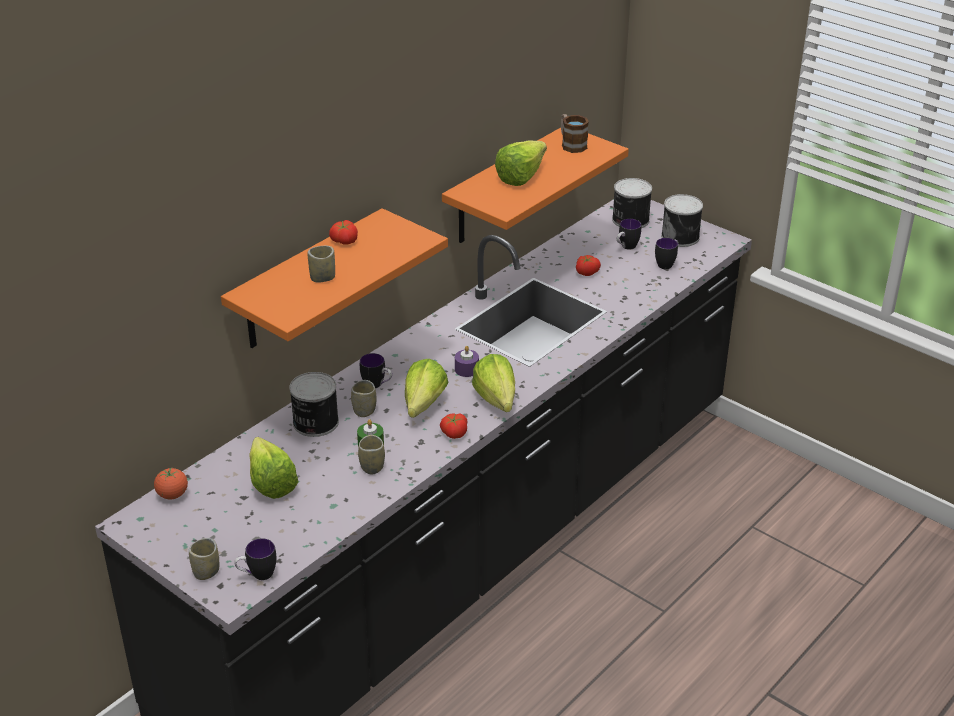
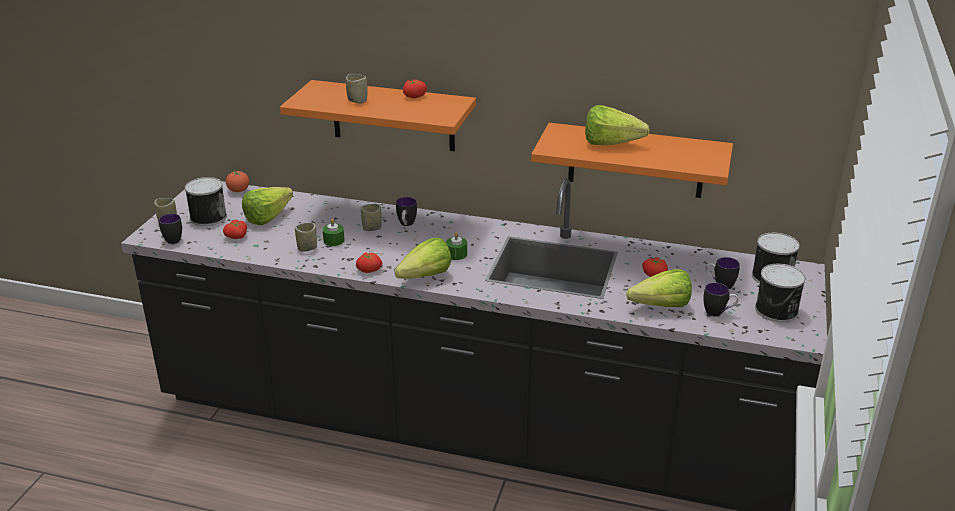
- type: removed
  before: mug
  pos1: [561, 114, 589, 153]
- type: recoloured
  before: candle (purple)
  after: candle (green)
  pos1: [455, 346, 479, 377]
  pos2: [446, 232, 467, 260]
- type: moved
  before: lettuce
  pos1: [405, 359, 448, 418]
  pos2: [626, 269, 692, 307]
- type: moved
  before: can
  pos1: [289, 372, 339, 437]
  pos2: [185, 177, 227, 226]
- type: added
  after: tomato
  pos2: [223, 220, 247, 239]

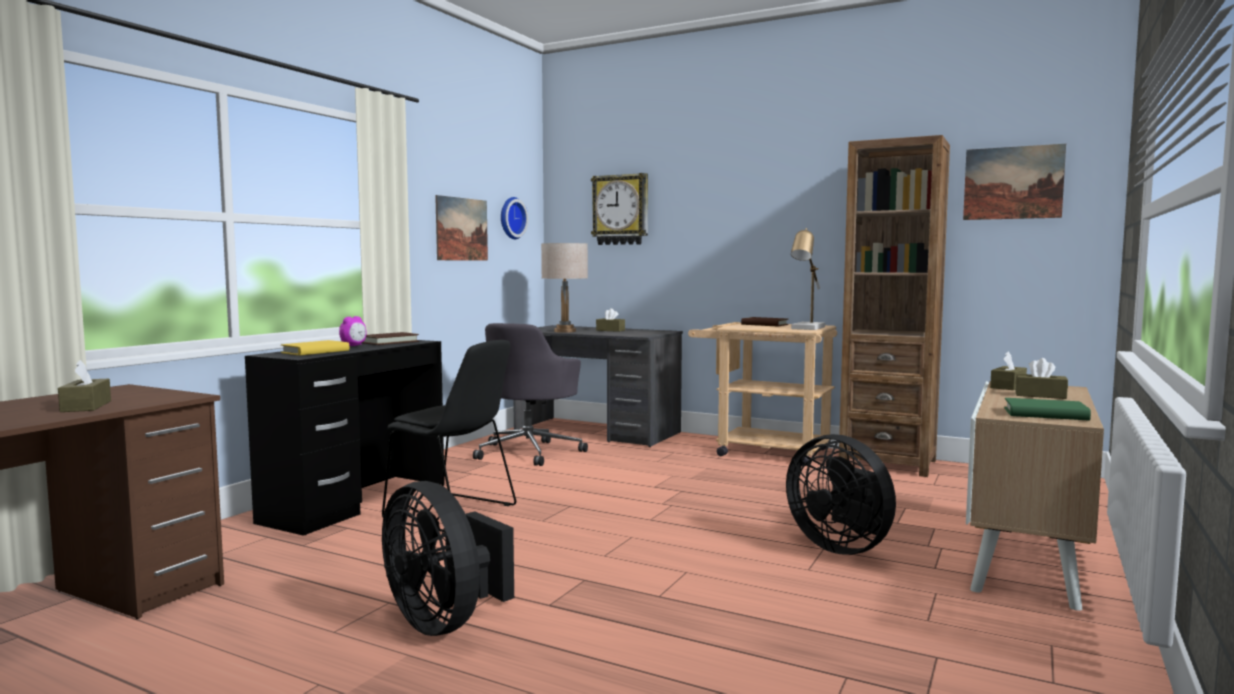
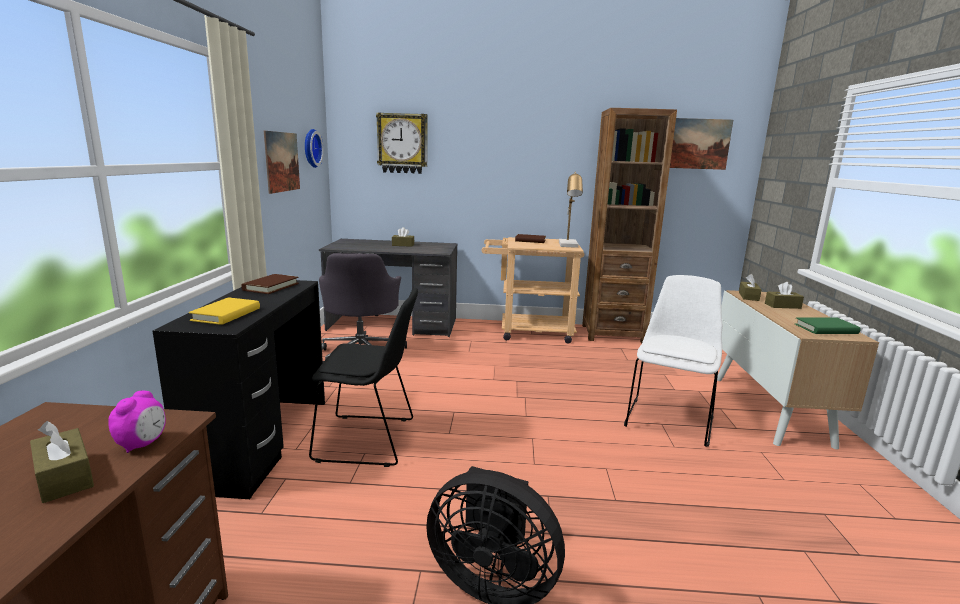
- type: removed
  before: table lamp (beige)
  pos1: [541, 243, 588, 333]
- type: moved
  before: alarm clock
  pos1: [339, 316, 366, 346]
  pos2: [108, 391, 166, 453]
- type: replaced
  before: fan (black)
  after: chair (white)
  pos1: [786, 434, 896, 555]
  pos2: [624, 275, 723, 447]

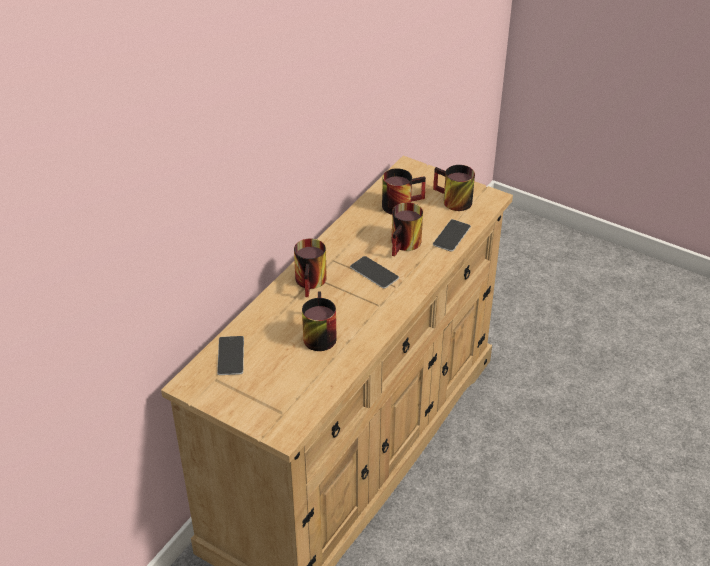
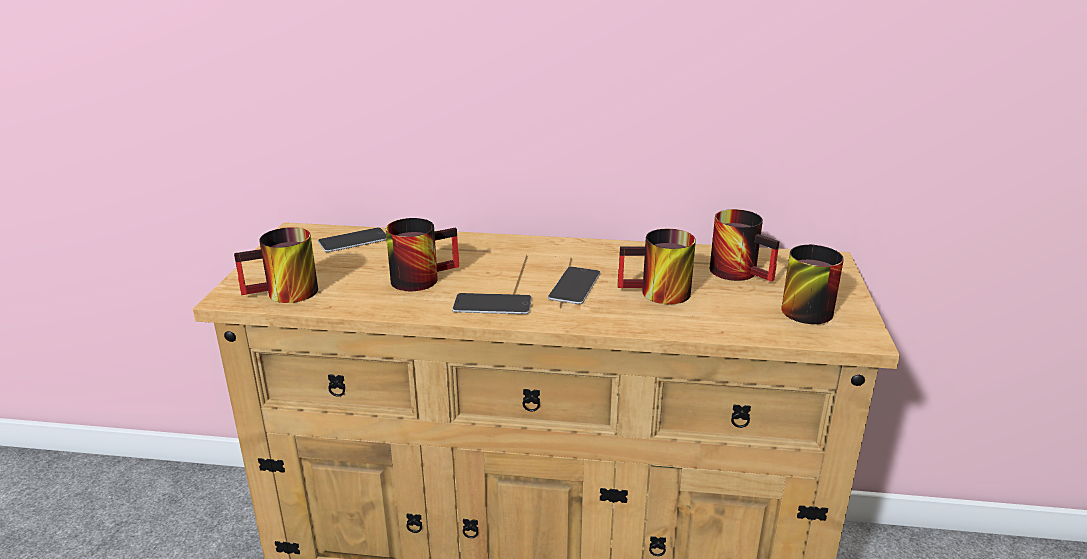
- type: moved
  before: phone
  pos1: [433, 219, 471, 252]
  pos2: [452, 293, 532, 314]
- type: moved
  before: mug
  pos1: [294, 238, 327, 297]
  pos2: [234, 227, 318, 303]

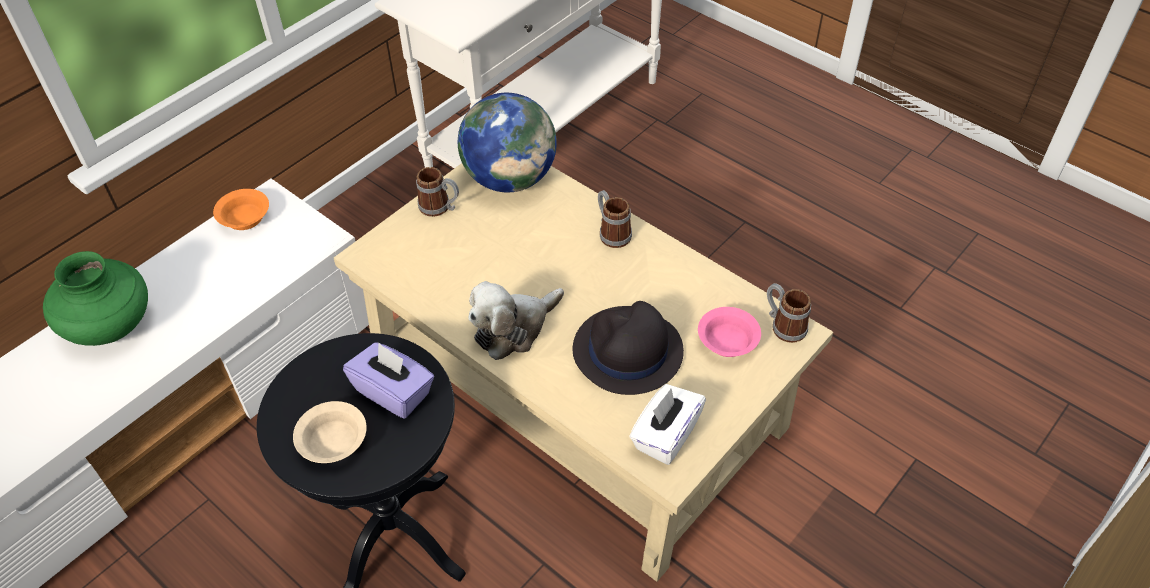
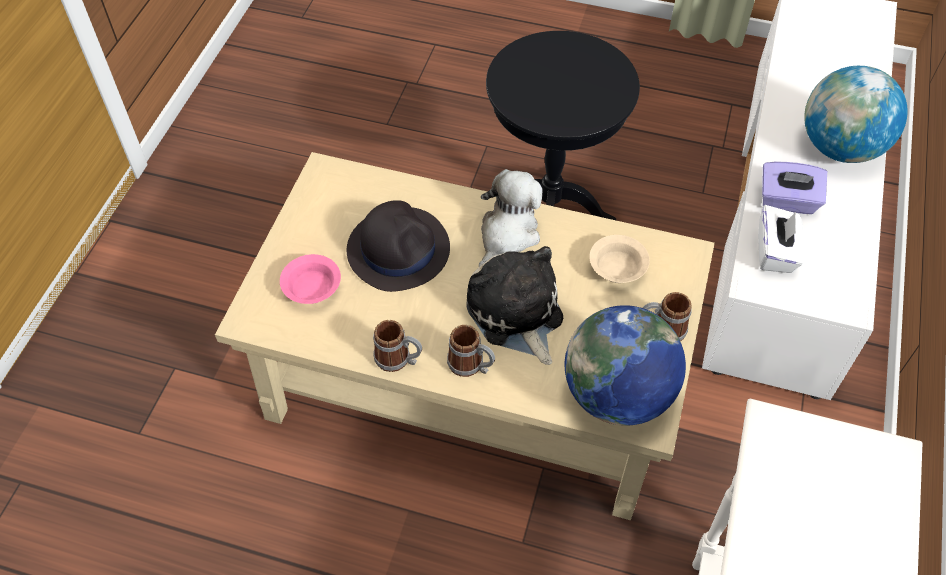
- type: removed
  before: bowl (orange)
  pos1: [213, 189, 269, 230]
- type: replaced
  before: vase (green)
  after: globe
  pos1: [43, 251, 148, 346]
  pos2: [804, 66, 907, 163]
- type: moved
  before: mug
  pos1: [767, 283, 811, 343]
  pos2: [373, 320, 422, 372]
- type: moved
  before: tissue box (purple)
  pos1: [343, 342, 434, 419]
  pos2: [762, 161, 827, 214]
- type: moved
  before: tissue box (white)
  pos1: [629, 384, 706, 465]
  pos2: [758, 205, 805, 273]
- type: moved
  before: bowl (beige)
  pos1: [293, 401, 367, 463]
  pos2: [589, 235, 650, 283]
- type: added
  after: plush toy
  pos2: [466, 246, 563, 365]

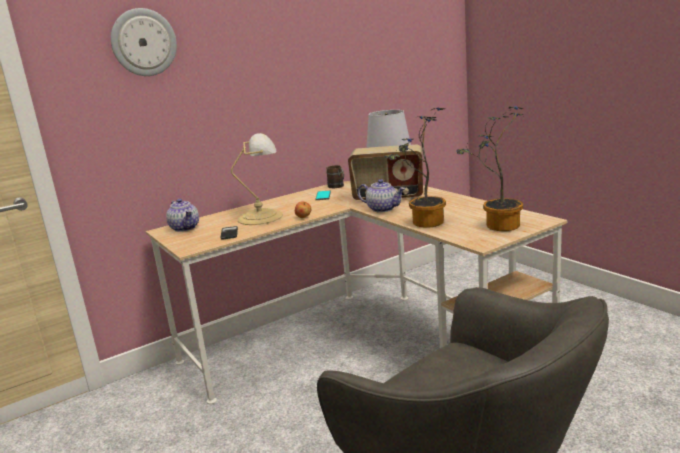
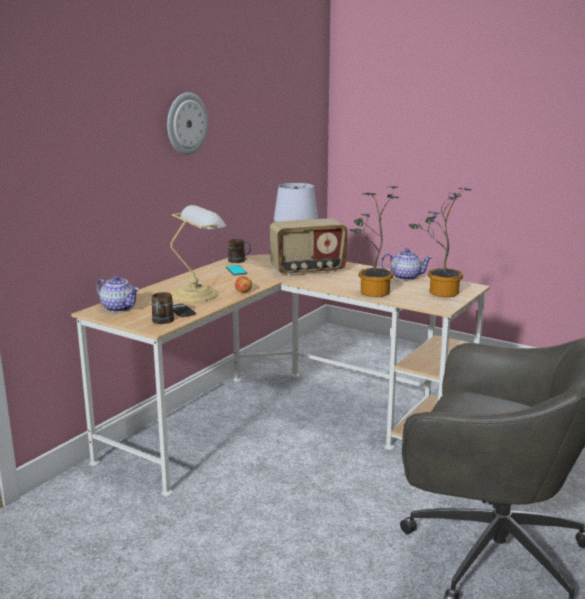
- type: moved
  before: wall clock
  pos1: [111, 8, 177, 76]
  pos2: [167, 92, 208, 155]
- type: moved
  before: teapot
  pos1: [358, 179, 406, 213]
  pos2: [381, 248, 433, 280]
- type: added
  after: mug (brown)
  pos2: [151, 292, 174, 324]

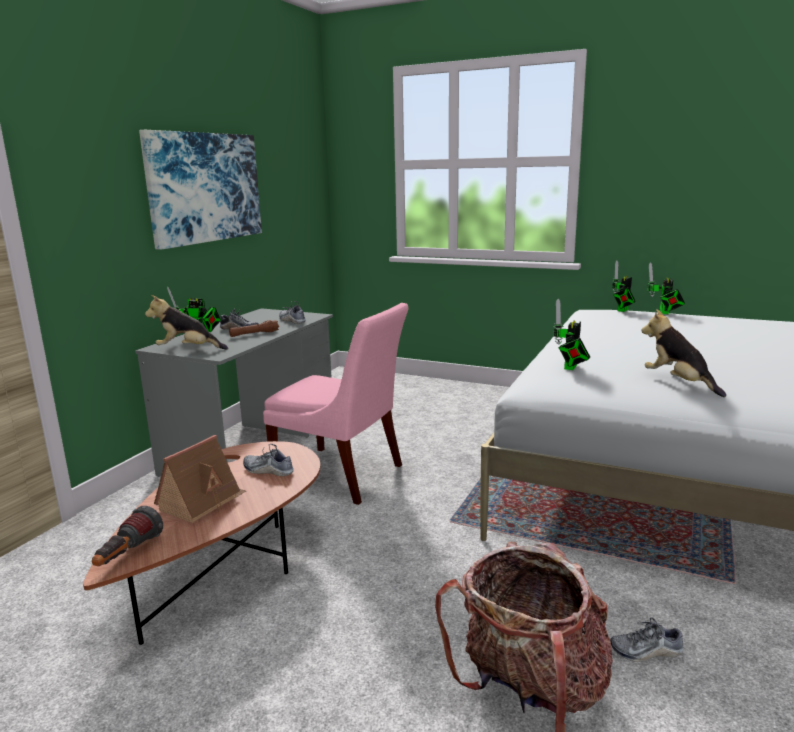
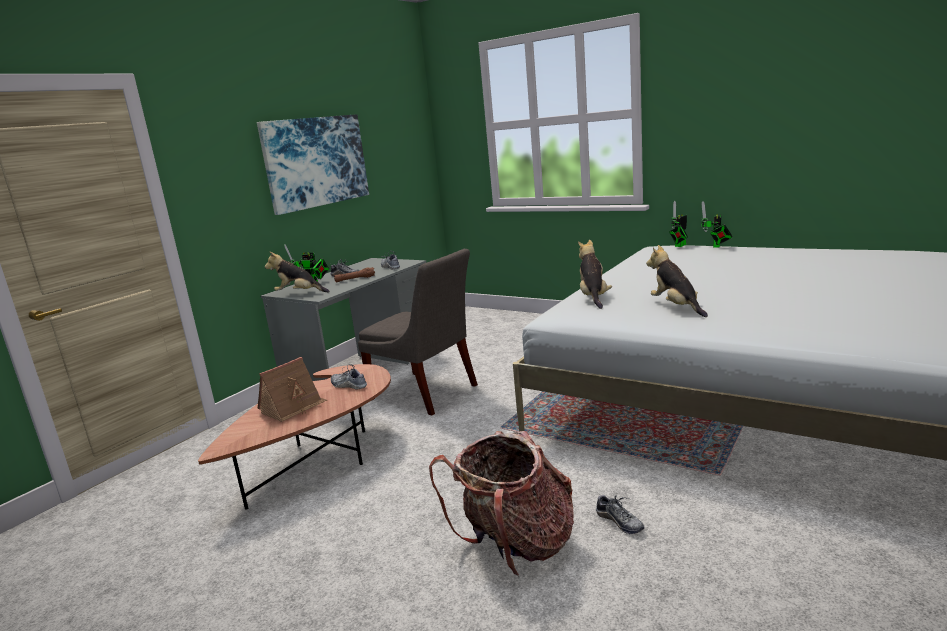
- type: replaced
  before: toy robot
  after: plush toy
  pos1: [553, 299, 590, 370]
  pos2: [578, 240, 612, 309]
- type: recoloured
  before: chair (pink)
  after: chair (grey)
  pos1: [263, 303, 409, 505]
  pos2: [358, 249, 478, 415]
- type: removed
  before: flashlight
  pos1: [92, 506, 163, 566]
- type: turned
  before: shoe
  pos1: [610, 617, 684, 662]
  pos2: [596, 493, 644, 534]
  turn: -135

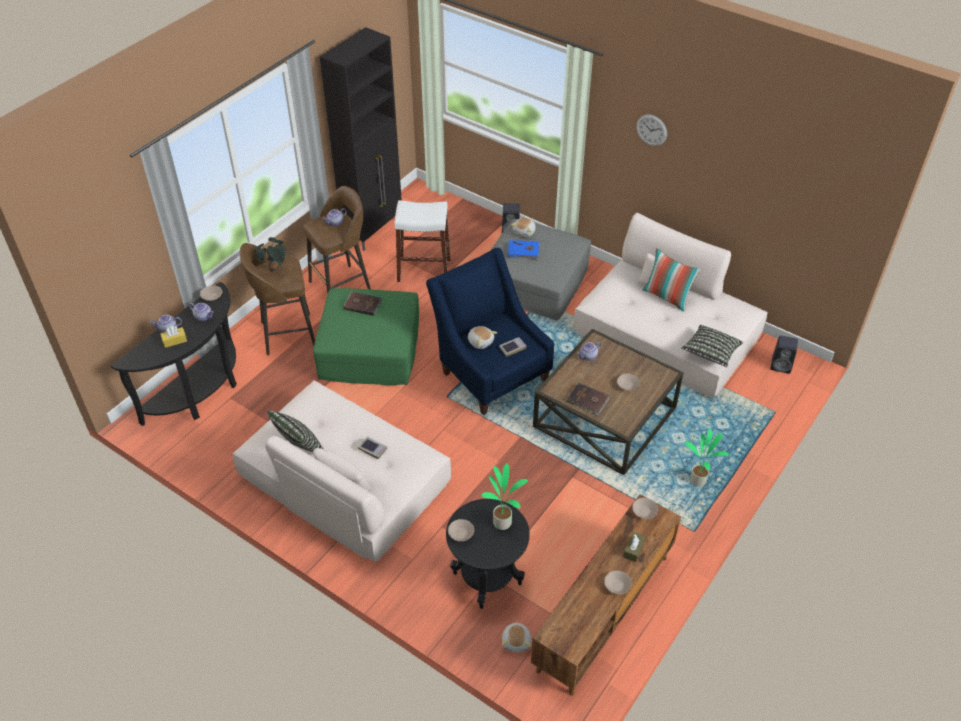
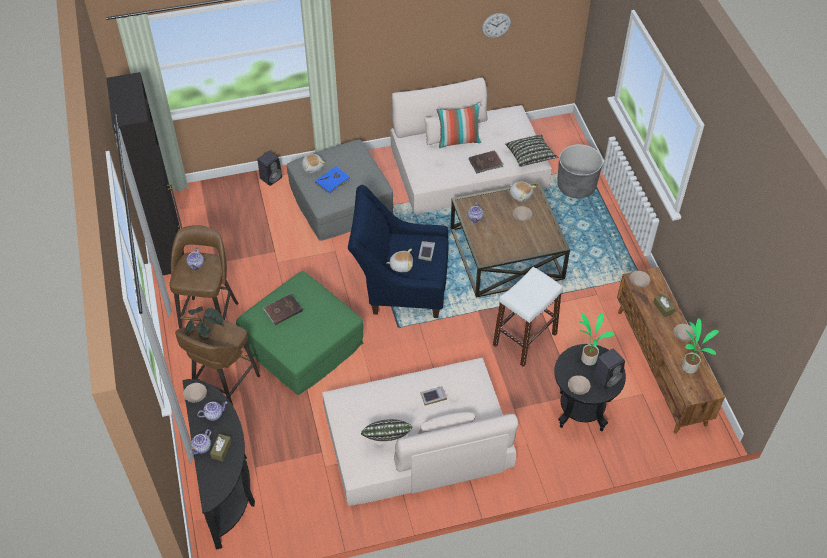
- type: moved
  before: wall clock
  pos1: [636, 114, 667, 146]
  pos2: [482, 13, 511, 38]
- type: moved
  before: stool (white)
  pos1: [394, 200, 451, 282]
  pos2: [493, 267, 563, 367]
- type: recoloured
  before: tissue box (yellow)
  after: tissue box (brown)
  pos1: [160, 326, 187, 348]
  pos2: [210, 434, 232, 461]
- type: moved
  before: speaker (black)
  pos1: [771, 335, 798, 374]
  pos2: [593, 348, 625, 390]
- type: moved
  before: book (brown)
  pos1: [567, 383, 609, 415]
  pos2: [469, 150, 504, 173]
- type: moved
  before: potted plant
  pos1: [685, 429, 729, 487]
  pos2: [682, 318, 719, 374]
- type: moved
  before: plush toy
  pos1: [502, 621, 531, 652]
  pos2: [510, 181, 536, 202]
- type: added
  after: planter (grey)
  pos2: [557, 144, 603, 198]

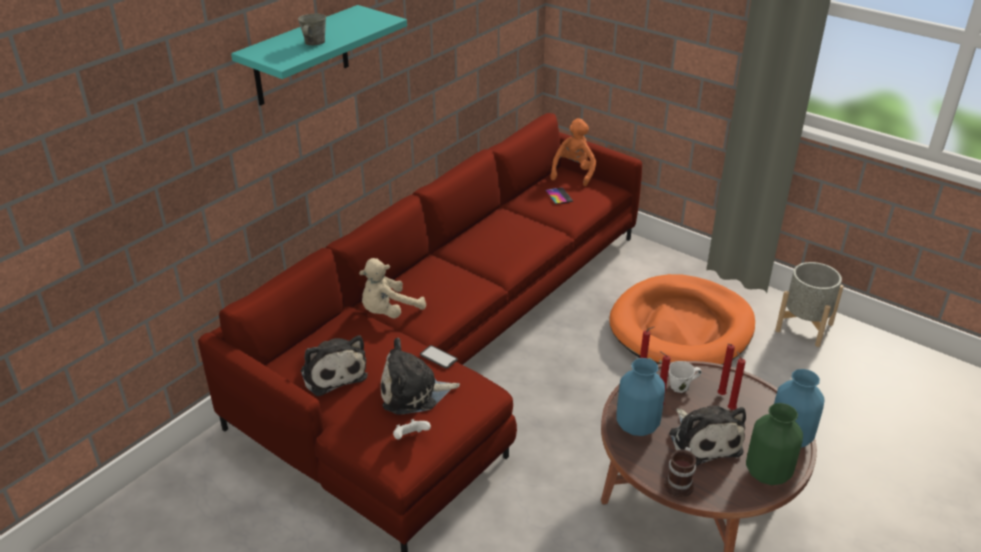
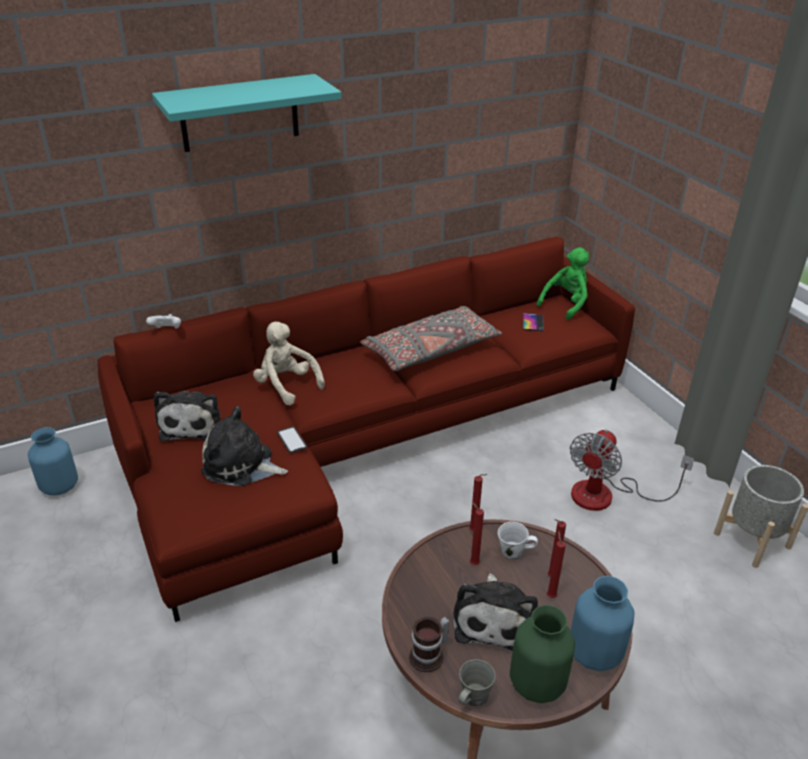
- type: moved
  before: mug (grey)
  pos1: [298, 14, 326, 46]
  pos2: [458, 659, 496, 706]
- type: recoloured
  before: plush toy (orange)
  after: plush toy (green)
  pos1: [550, 118, 596, 186]
  pos2: [537, 247, 590, 320]
- type: turned
  before: plush toy (beige)
  pos1: [359, 258, 426, 319]
  pos2: [253, 322, 325, 405]
  turn: 60
- type: replaced
  before: dog bed (orange)
  after: fan
  pos1: [609, 274, 755, 365]
  pos2: [570, 430, 694, 511]
- type: moved
  before: vase (blue)
  pos1: [616, 358, 665, 436]
  pos2: [28, 427, 78, 496]
- type: moved
  before: game controller (white)
  pos1: [393, 419, 431, 439]
  pos2: [146, 314, 181, 329]
- type: added
  after: pillow (grey)
  pos2: [360, 306, 502, 371]

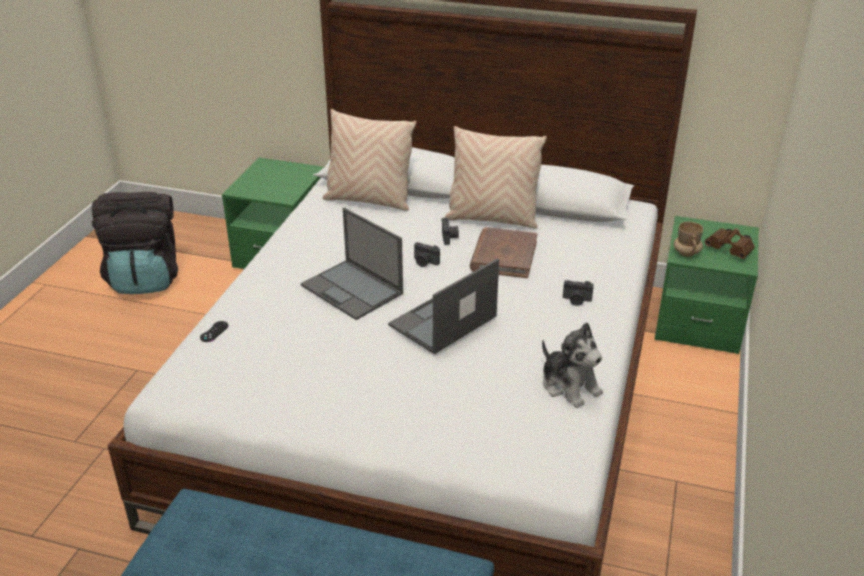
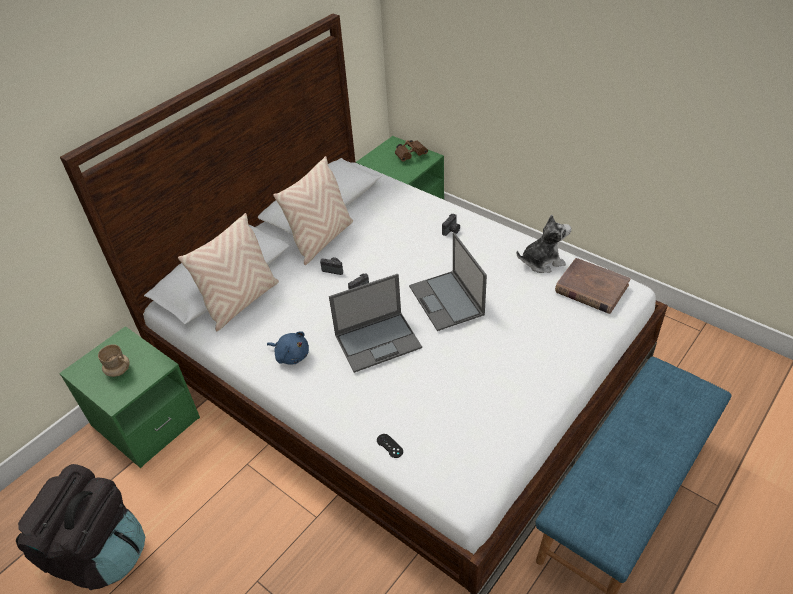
- type: moved
  before: mug (beige)
  pos1: [673, 222, 703, 257]
  pos2: [98, 344, 130, 377]
- type: moved
  before: book (brown)
  pos1: [470, 227, 537, 278]
  pos2: [555, 258, 631, 314]
- type: added
  after: plush toy (blue)
  pos2: [267, 332, 309, 365]

